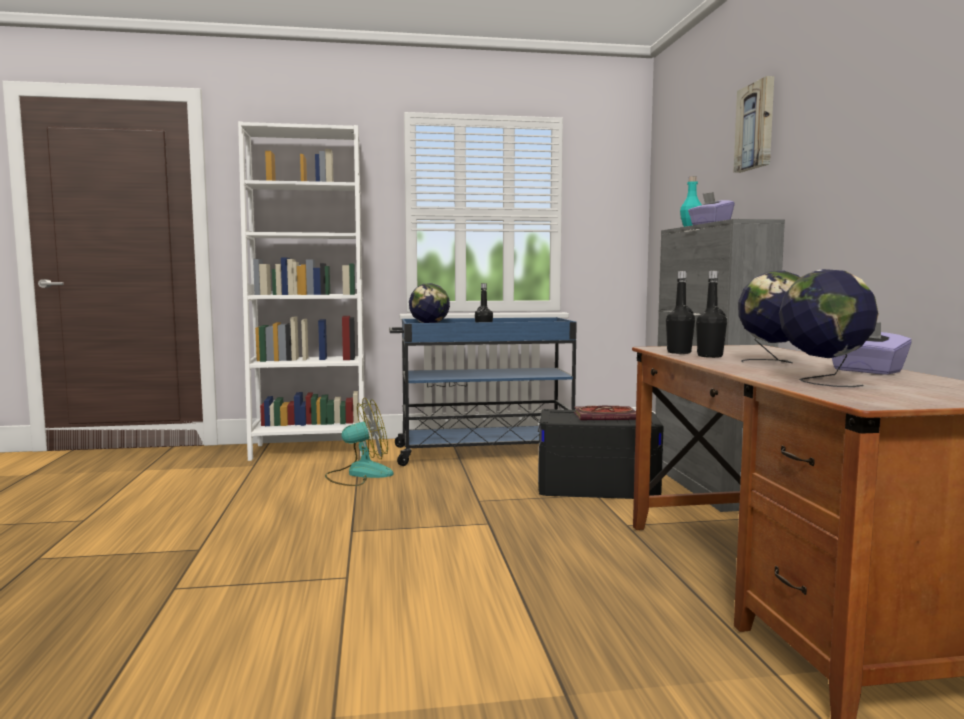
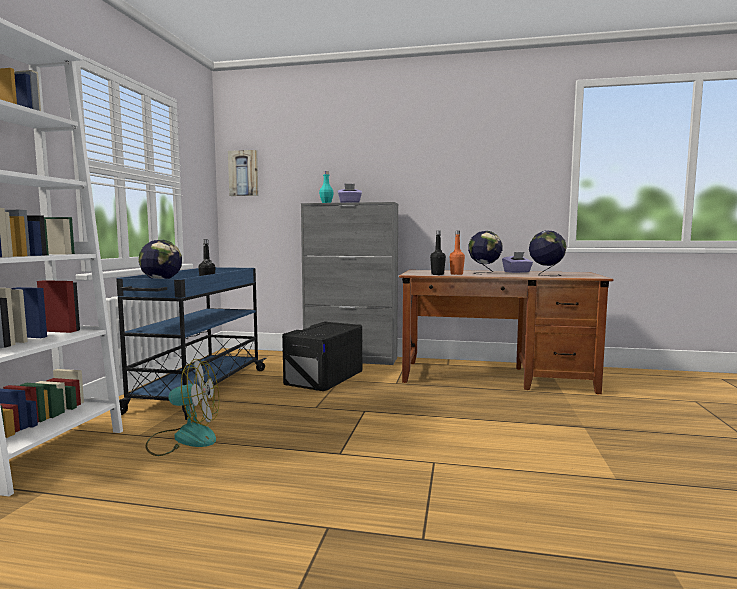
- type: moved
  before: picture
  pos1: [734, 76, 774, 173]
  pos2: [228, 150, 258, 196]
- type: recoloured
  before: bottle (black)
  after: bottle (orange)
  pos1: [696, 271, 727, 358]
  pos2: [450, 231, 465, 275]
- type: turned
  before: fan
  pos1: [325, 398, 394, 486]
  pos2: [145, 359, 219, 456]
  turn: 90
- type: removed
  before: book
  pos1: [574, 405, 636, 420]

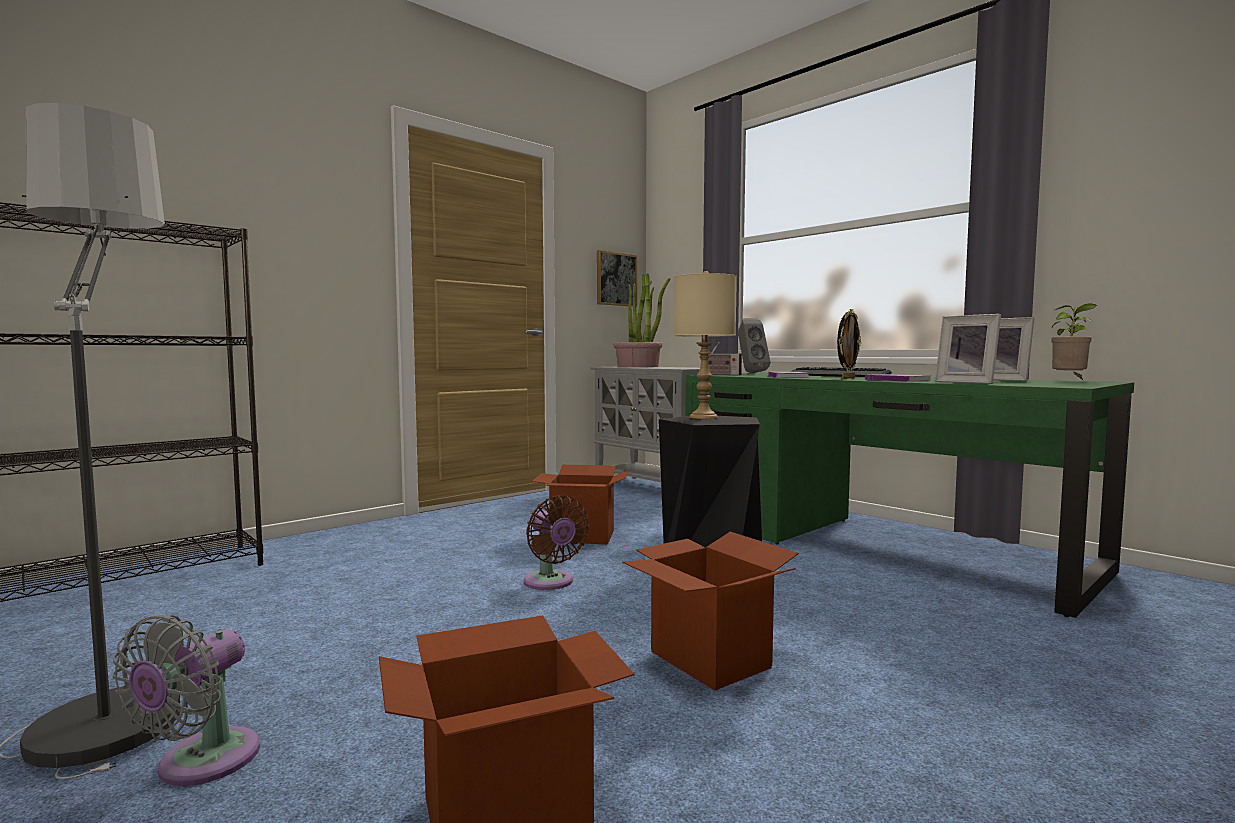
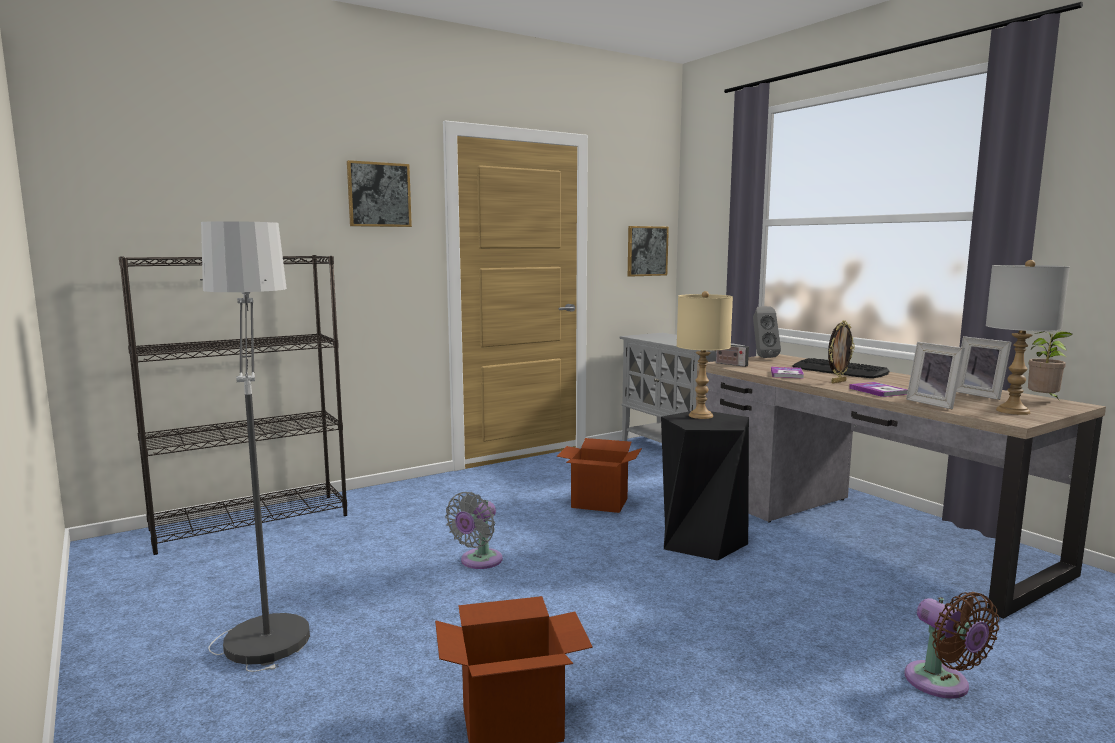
- type: removed
  before: potted plant
  pos1: [613, 274, 670, 367]
- type: recoloured
  before: desk (green)
  after: desk (brown)
  pos1: [685, 372, 1134, 618]
  pos2: [696, 354, 1106, 619]
- type: moved
  before: fan (brown)
  pos1: [524, 495, 589, 590]
  pos2: [905, 592, 999, 699]
- type: removed
  before: cardboard box
  pos1: [622, 532, 799, 691]
- type: moved
  before: fan (grey)
  pos1: [113, 615, 260, 786]
  pos2: [445, 492, 502, 569]
- type: added
  after: picture
  pos2: [347, 160, 412, 227]
- type: added
  after: table lamp (grey)
  pos2: [986, 260, 1070, 415]

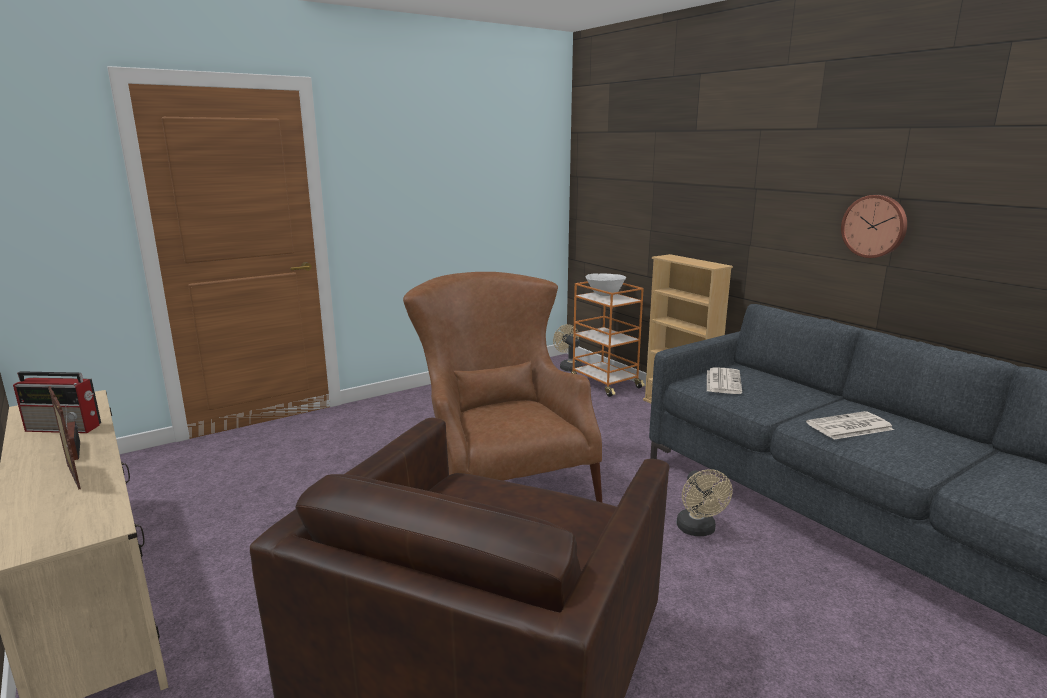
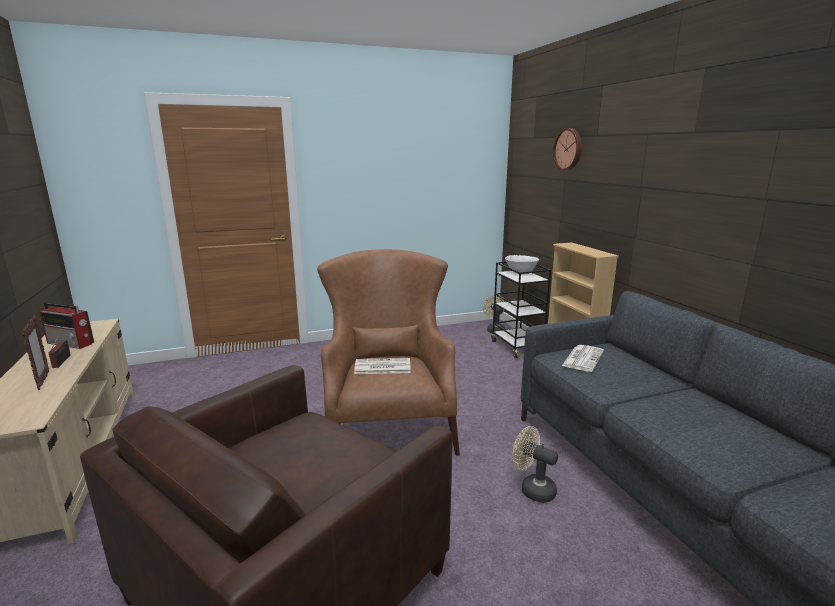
- type: moved
  before: wall clock
  pos1: [841, 195, 907, 258]
  pos2: [553, 128, 582, 170]
- type: recoloured
  before: cart (orange)
  after: cart (black)
  pos1: [571, 281, 645, 397]
  pos2: [491, 261, 551, 358]
- type: moved
  before: newspaper
  pos1: [806, 411, 894, 440]
  pos2: [354, 358, 411, 374]
- type: turned
  before: fan (beige)
  pos1: [677, 469, 733, 536]
  pos2: [513, 426, 558, 503]
  turn: 120

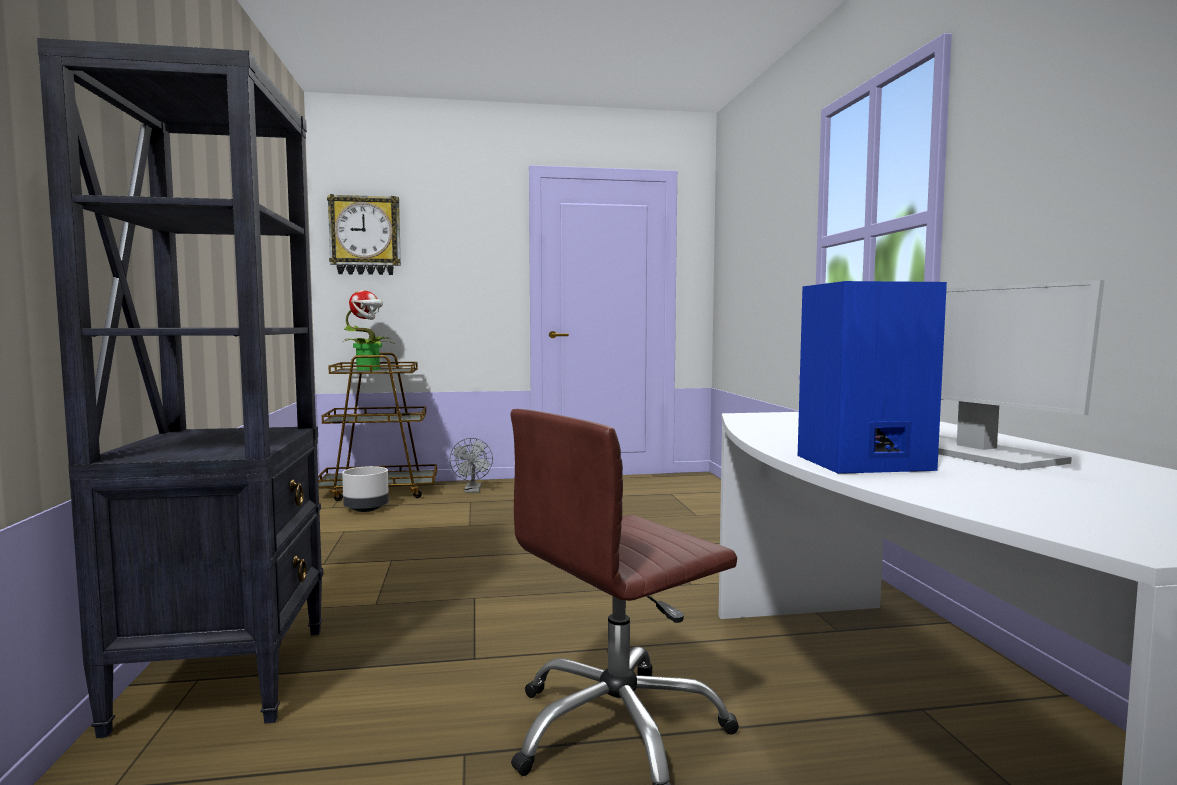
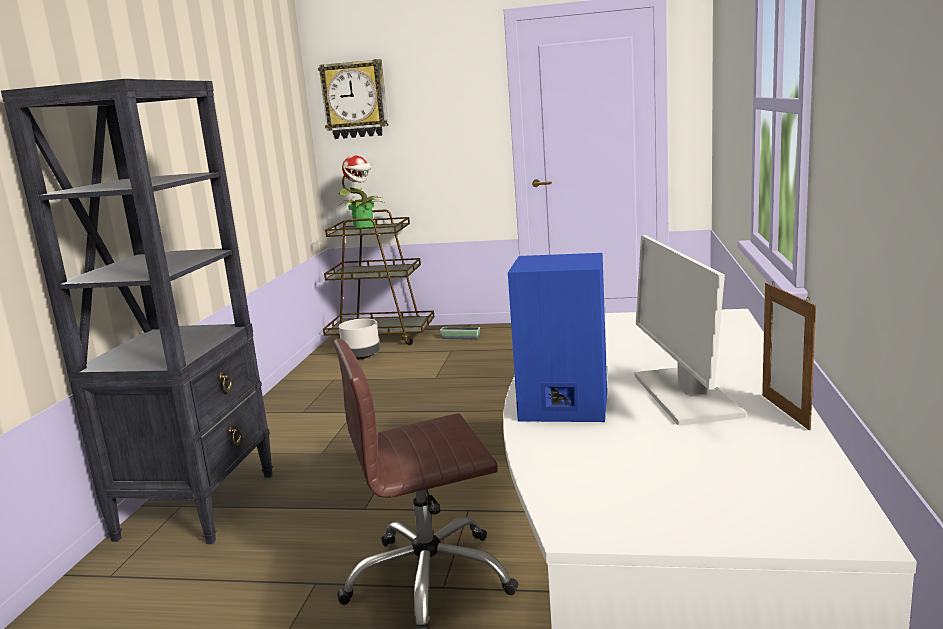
- type: replaced
  before: fan (grey)
  after: planter
  pos1: [449, 438, 493, 493]
  pos2: [440, 327, 480, 339]
- type: added
  after: picture frame
  pos2: [762, 281, 816, 431]

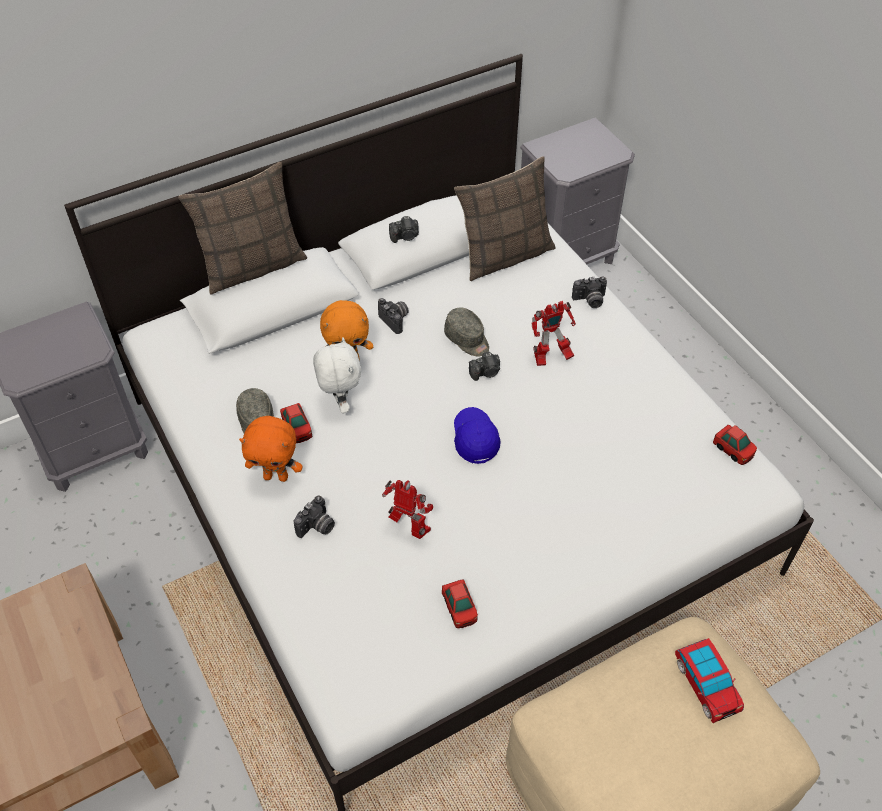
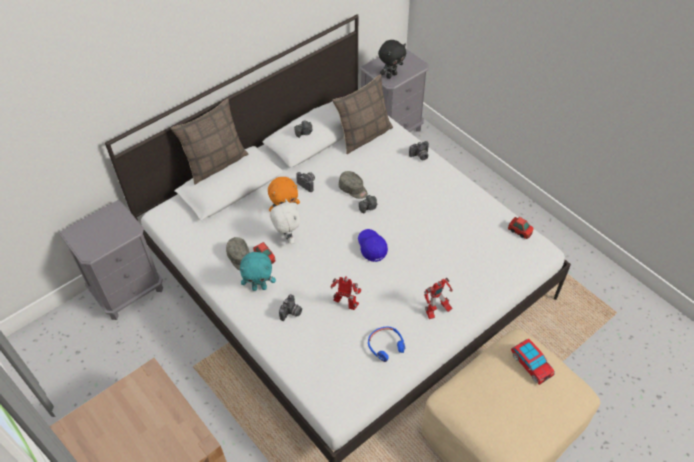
- type: moved
  before: toy robot
  pos1: [531, 301, 576, 366]
  pos2: [424, 278, 453, 319]
- type: recoloured
  before: plush toy (orange)
  after: plush toy (turquoise)
  pos1: [239, 416, 303, 482]
  pos2: [240, 252, 276, 291]
- type: replaced
  before: toy car
  after: headphones (blue)
  pos1: [442, 579, 478, 628]
  pos2: [368, 327, 406, 362]
- type: added
  after: plush toy (black)
  pos2: [378, 40, 406, 79]

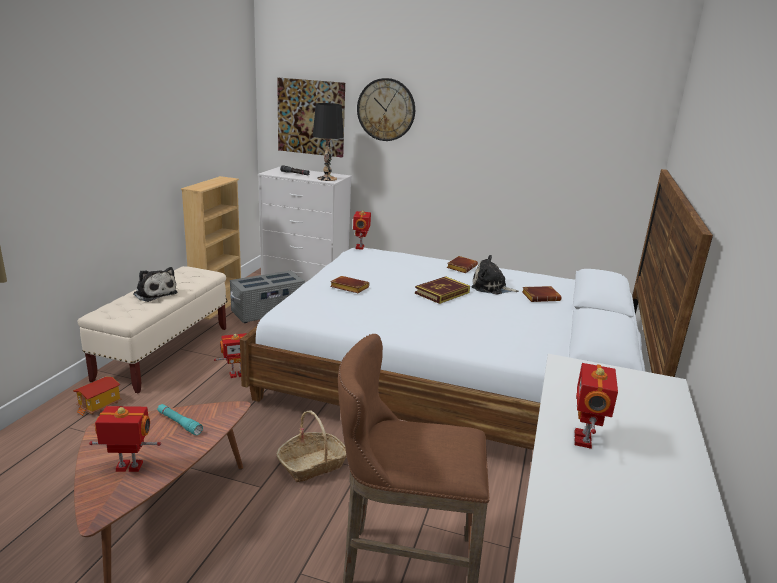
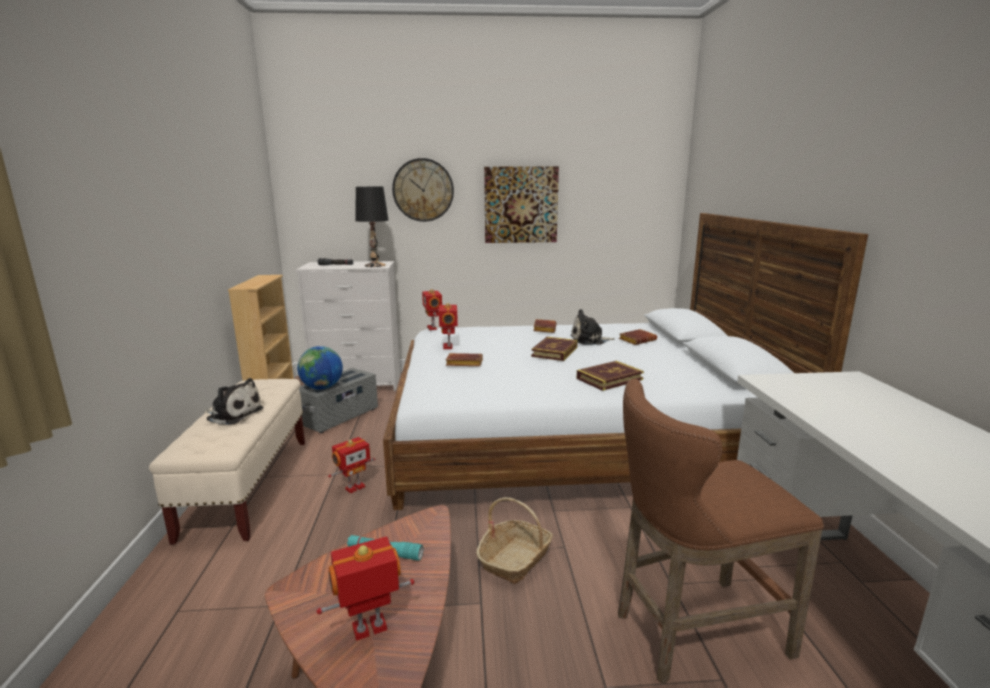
- type: moved
  before: picture
  pos1: [277, 78, 345, 157]
  pos2: [484, 166, 559, 243]
- type: moved
  before: toy robot
  pos1: [574, 363, 618, 449]
  pos2: [439, 303, 458, 349]
- type: removed
  before: toy house
  pos1: [73, 377, 122, 416]
- type: added
  after: globe
  pos2: [297, 346, 343, 390]
- type: added
  after: book
  pos2: [576, 361, 644, 391]

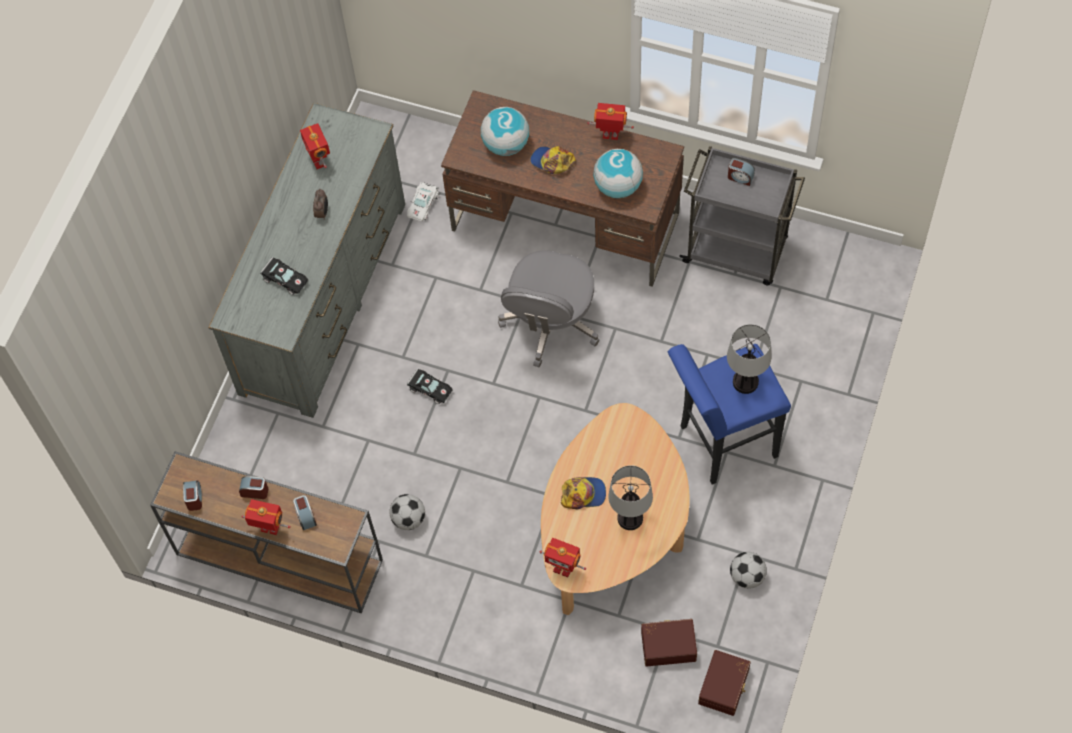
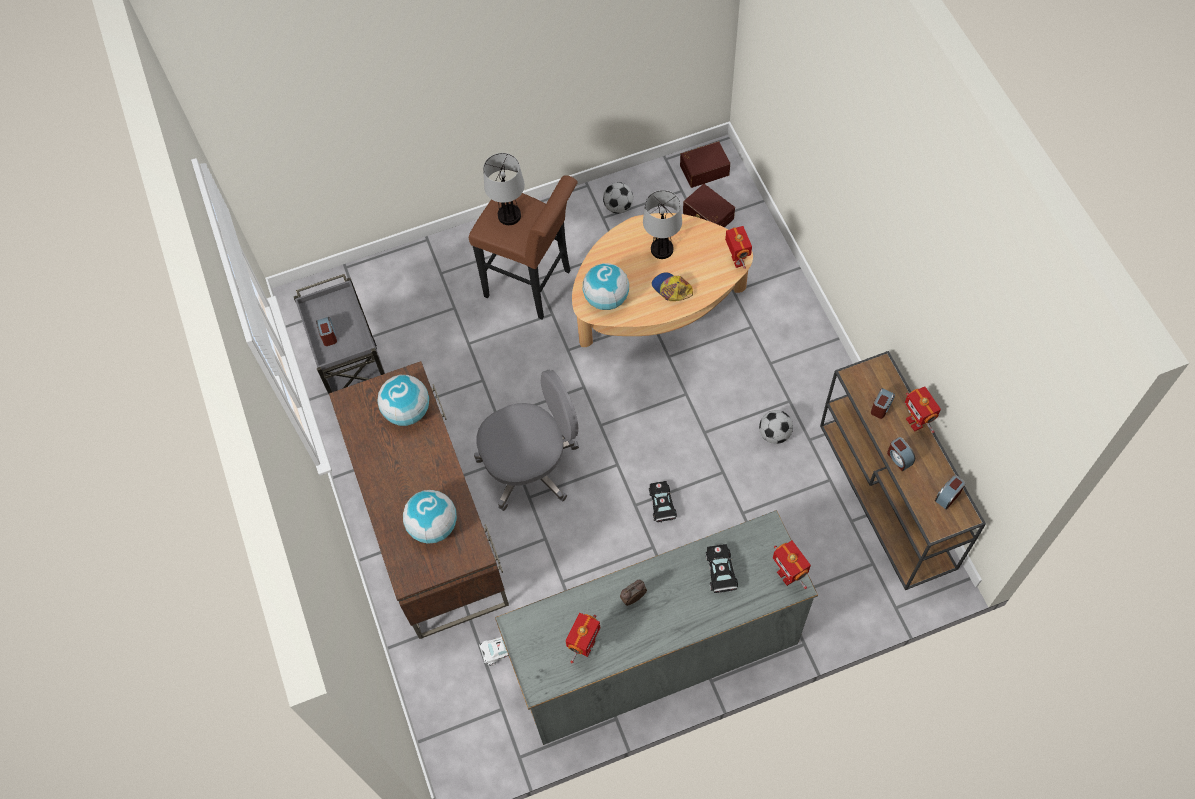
- type: moved
  before: toy robot
  pos1: [587, 103, 634, 140]
  pos2: [773, 541, 811, 589]
- type: removed
  before: cap
  pos1: [530, 146, 576, 174]
- type: recoloured
  before: stool (blue)
  after: stool (brown)
  pos1: [668, 344, 791, 485]
  pos2: [469, 175, 578, 319]
- type: added
  after: globe
  pos2: [583, 263, 629, 310]

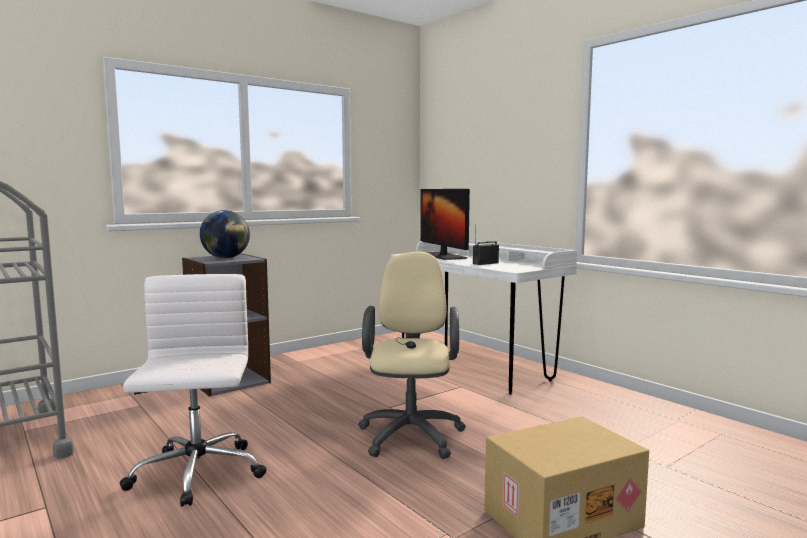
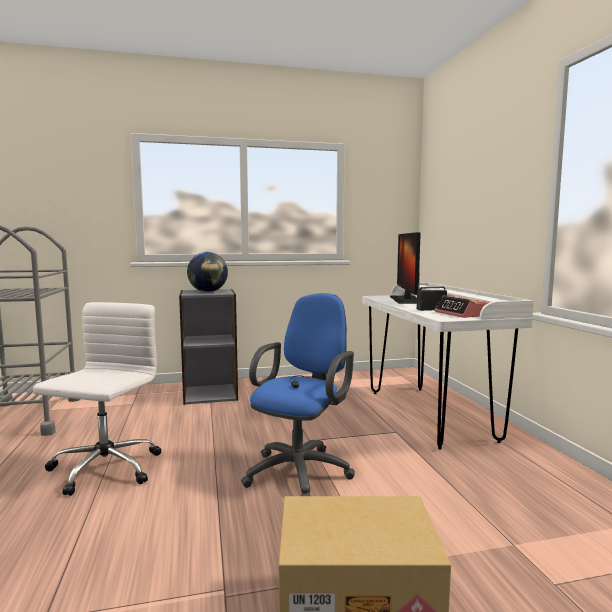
- type: recoloured
  before: office chair (beige)
  after: office chair (blue)
  pos1: [358, 252, 466, 459]
  pos2: [241, 293, 355, 496]
- type: added
  after: alarm clock
  pos2: [435, 295, 490, 318]

